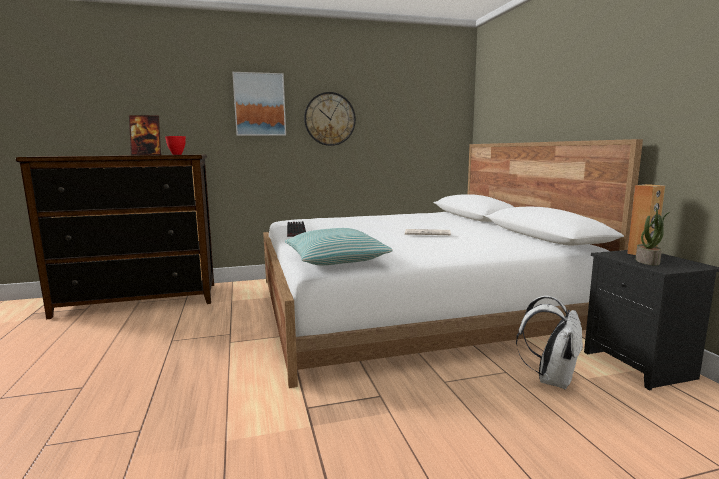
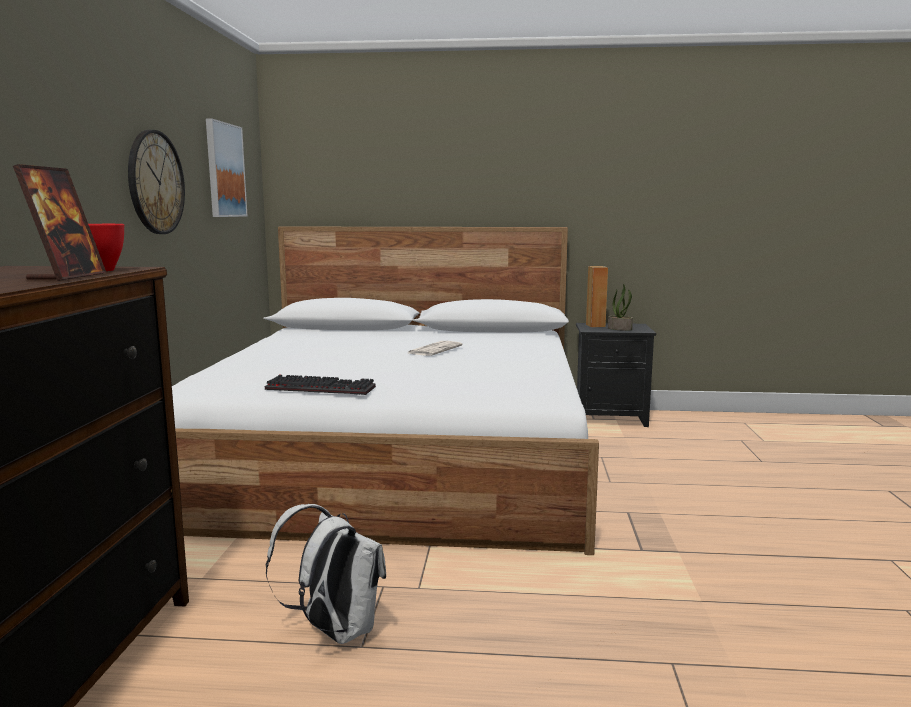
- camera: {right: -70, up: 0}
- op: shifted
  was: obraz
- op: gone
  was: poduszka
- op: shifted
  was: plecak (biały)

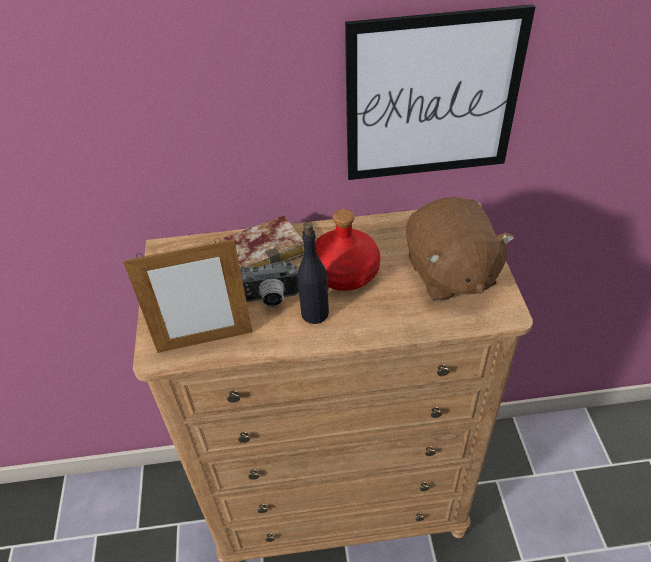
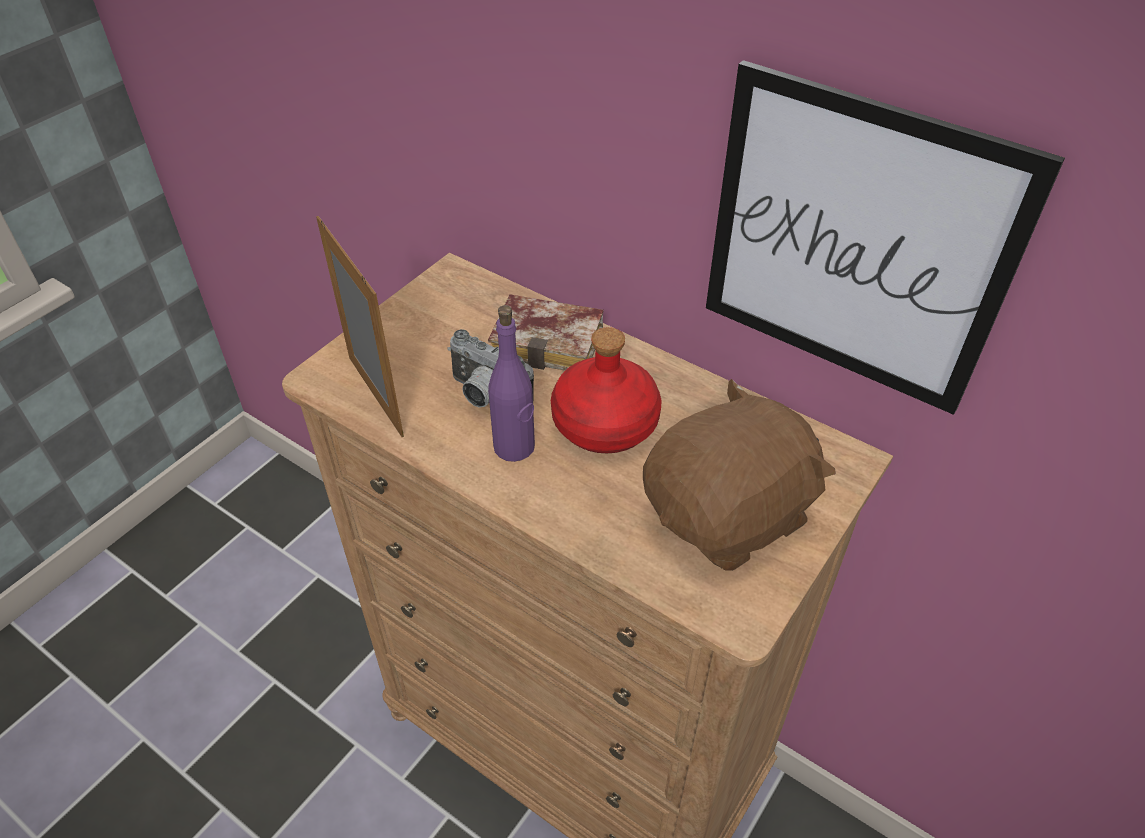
- camera: {right: 40, up: 0}
- op: rotated
  was: ramka na zdjęcie
  clockwise: -150
- op: repainted
  was: butelka (czarny)
  now: butelka (fioletowy)
- op: rotated
  was: pluszak (brązowy)
  clockwise: -150

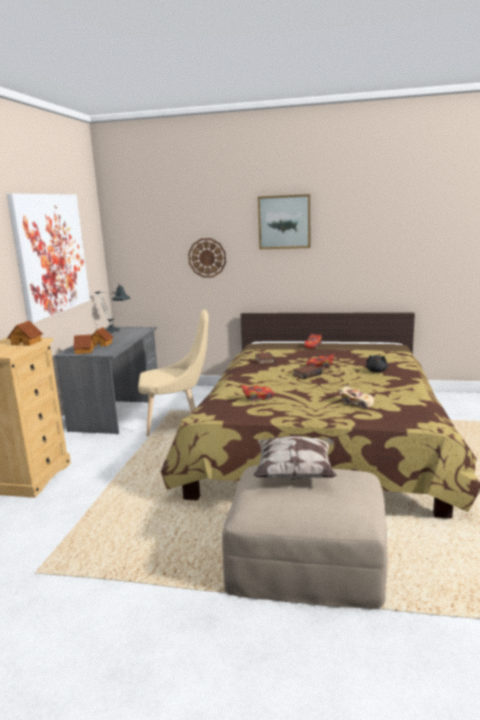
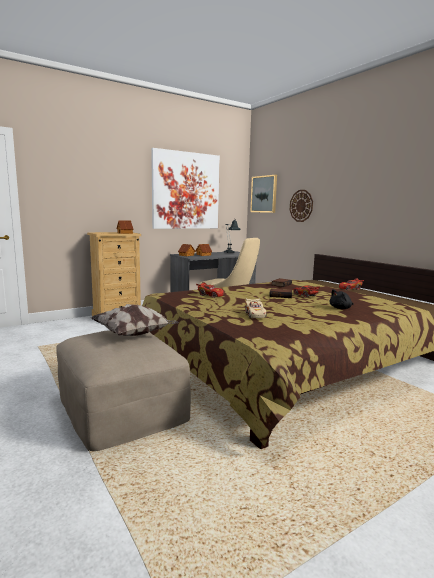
- camera: {right: 45, up: -5}
- op: shifted
  was: obraz (no. 2 from left)

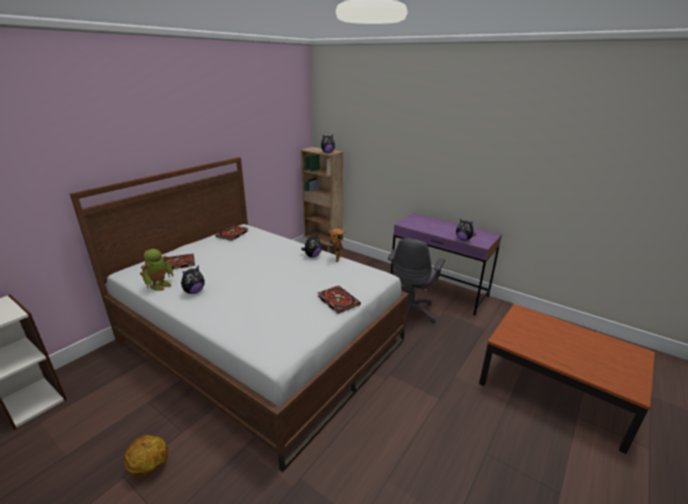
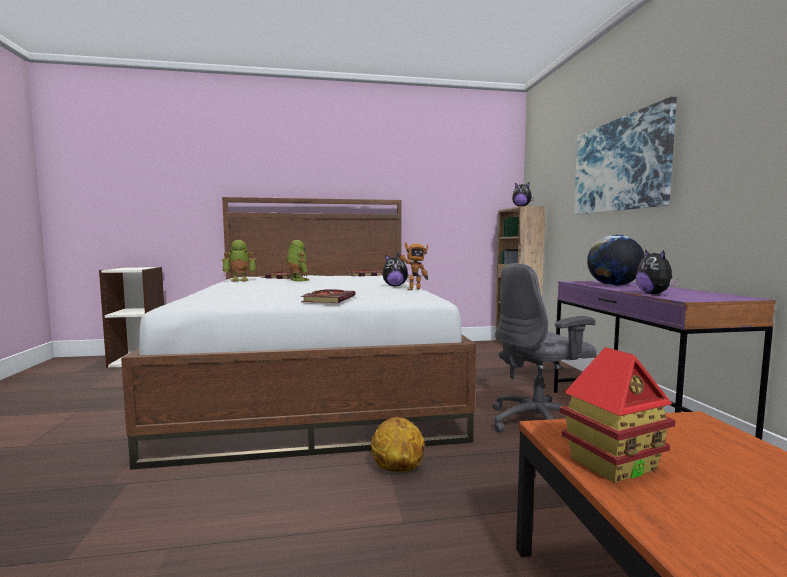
- camera: {right: 45, up: -20}
- op: shifted
  was: piłka do koszykówki
- op: gone
  was: pluszak (no. 1 from left)
- op: new
  now: robot zabawkowy (no. 2 from left)
- op: new
  now: domek
- op: new
  now: obraz
- op: new
  now: globus

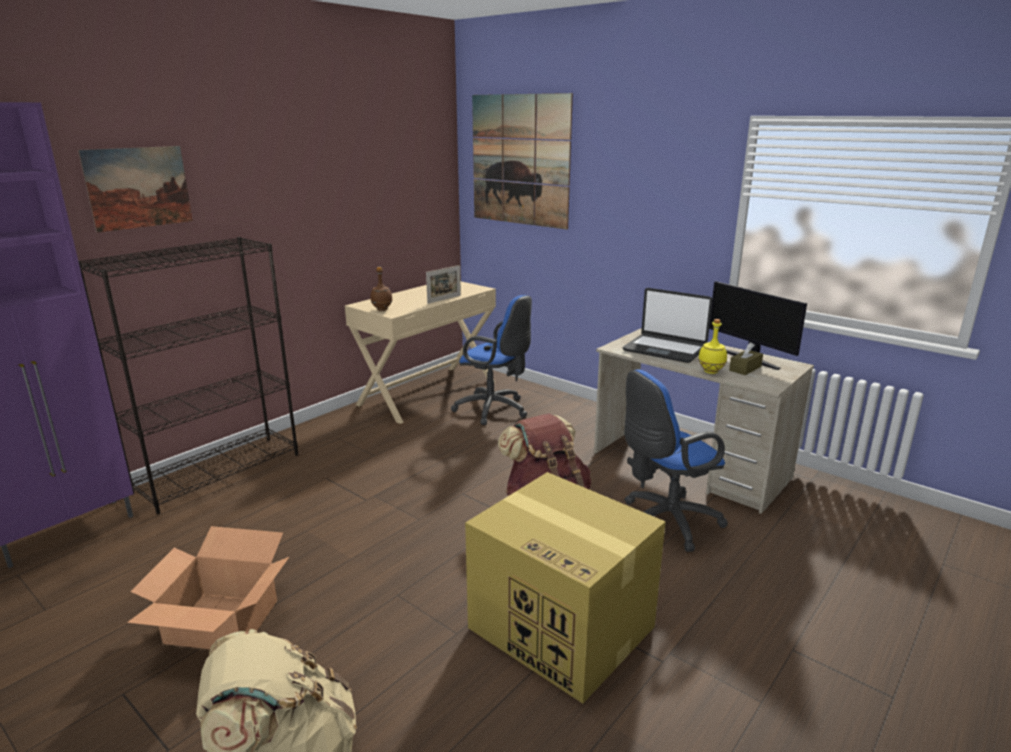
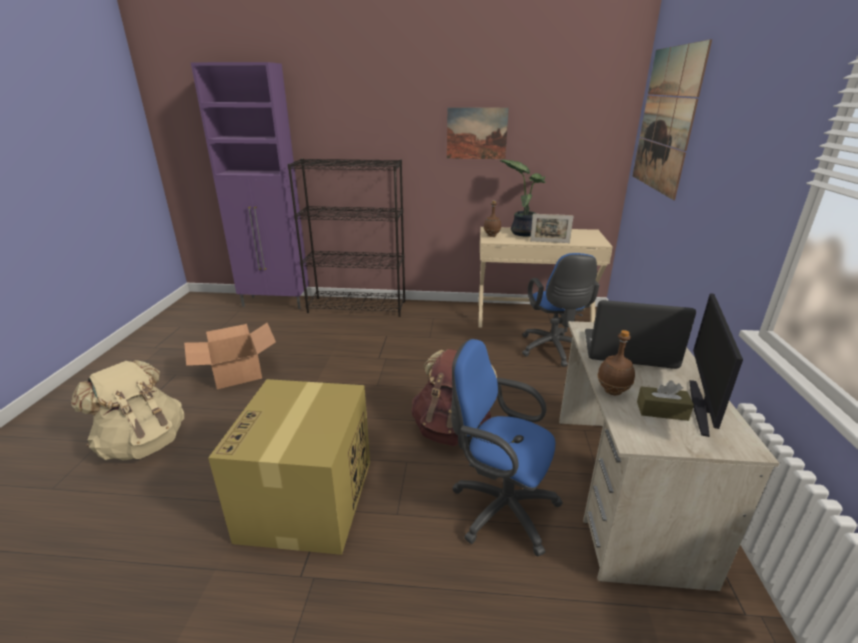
- camera: {right: 55, up: 5}
- op: shifted
  was: obraz (no. 1 from left)
- op: rotated
  was: laptop
  clockwise: 105
- op: repainted
  was: butelka (żółty)
  now: butelka (brązowy) (no. 2 from left)
- op: new
  now: roślina doniczkowa

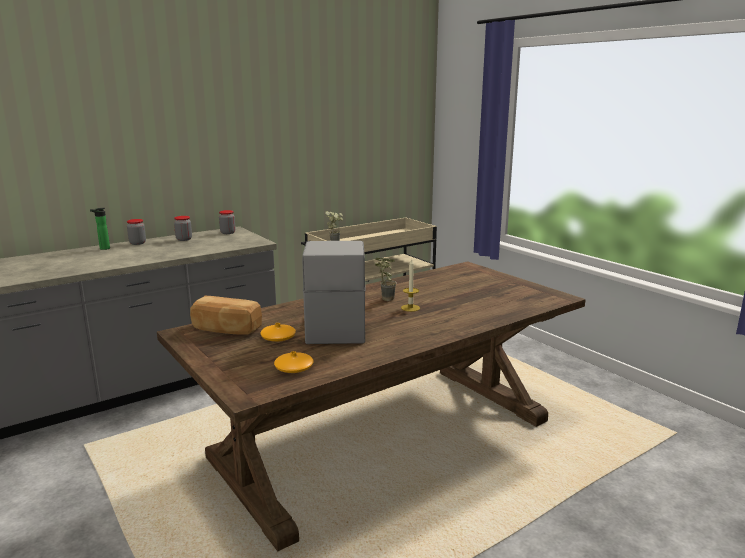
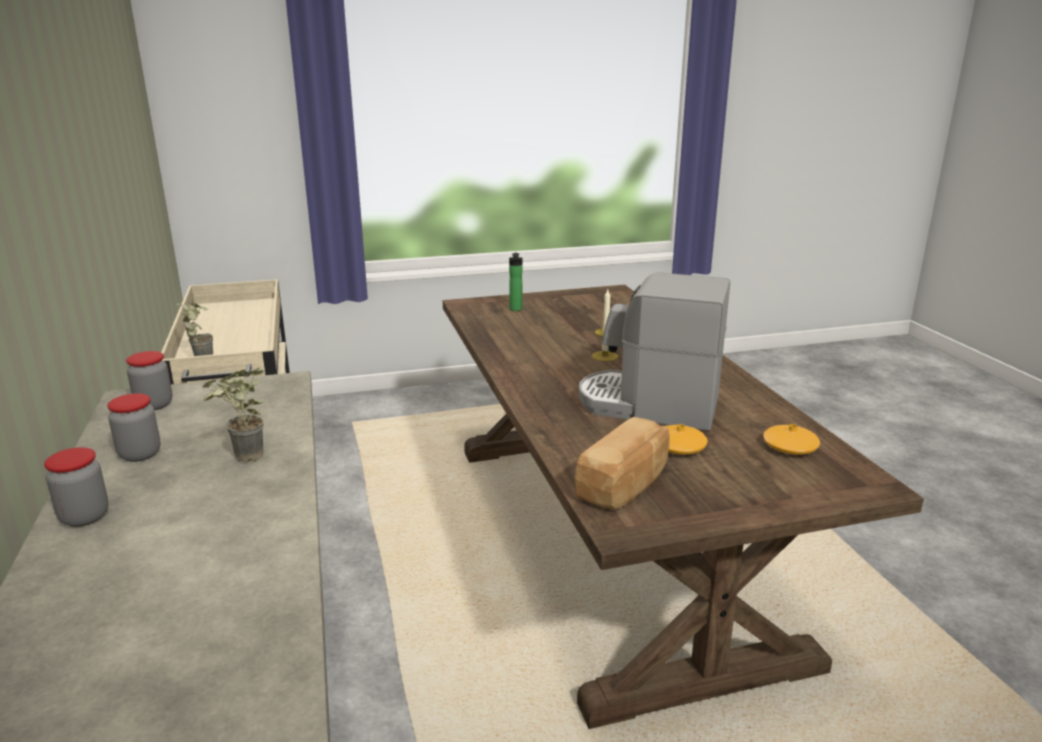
- camera: {right: -70, up: 5}
- op: shifted
  was: butelka
- op: shifted
  was: roślina doniczkowa (no. 2 from left)

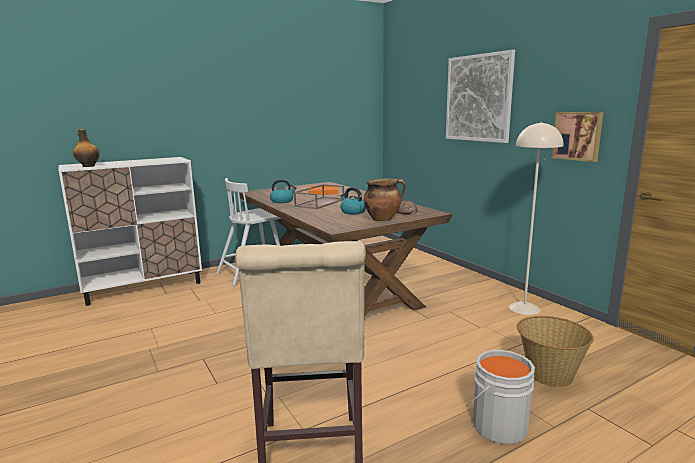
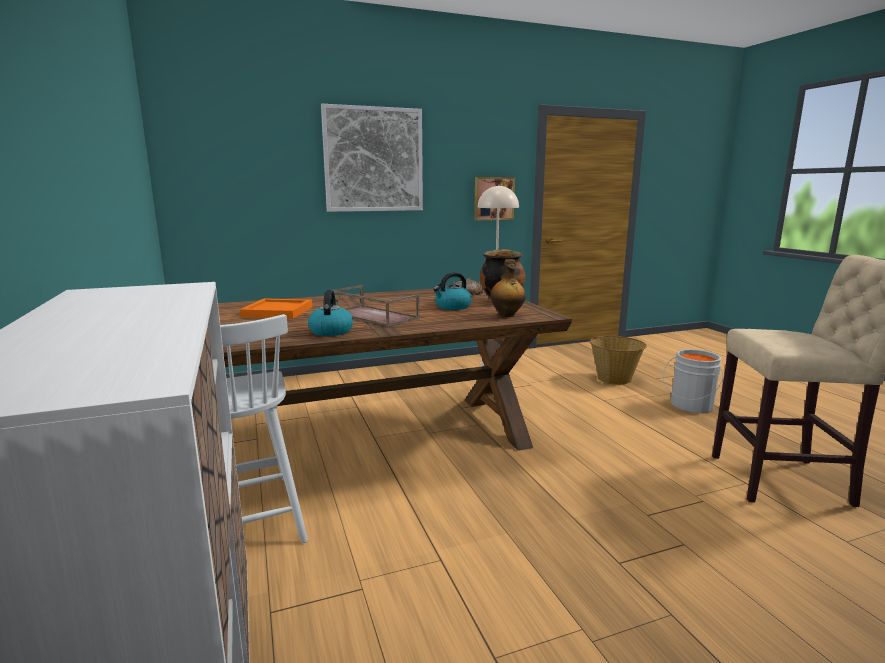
- camera: {right: -80, up: 0}
- op: shifted
  was: butelka

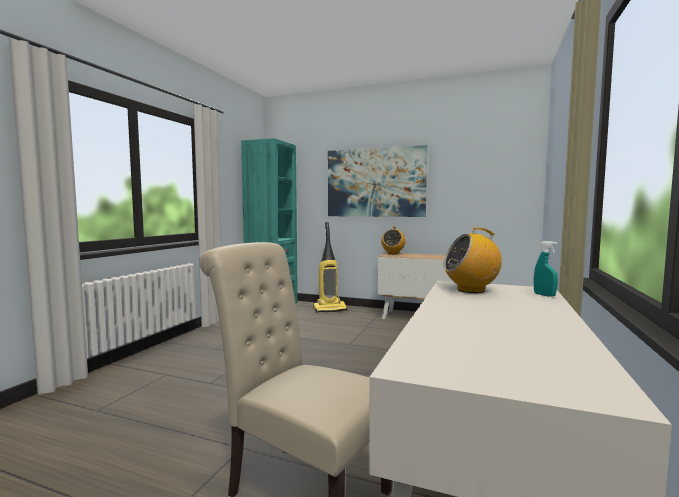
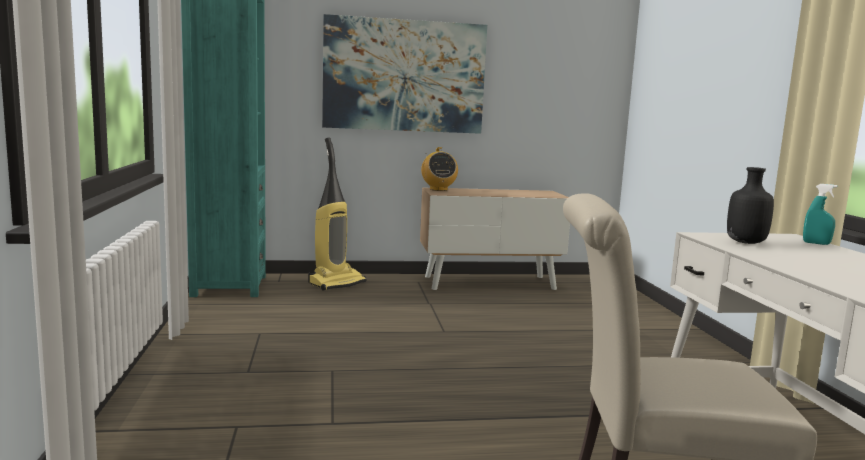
- camera: {right: -30, up: 5}
- op: swapped
  was: radio (no. 2 from left)
  now: butelka (czarny)

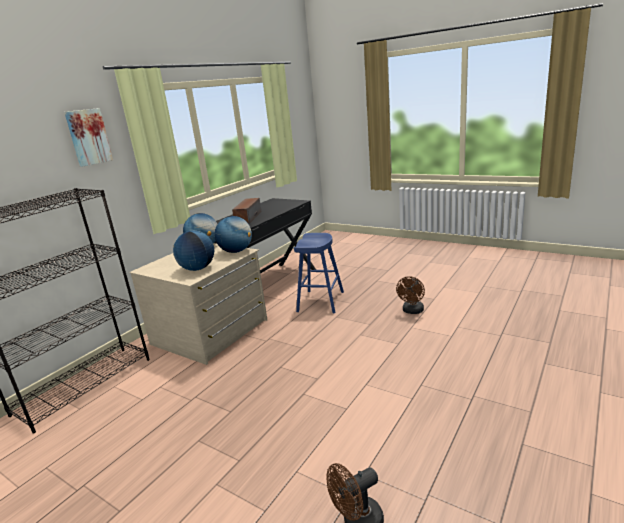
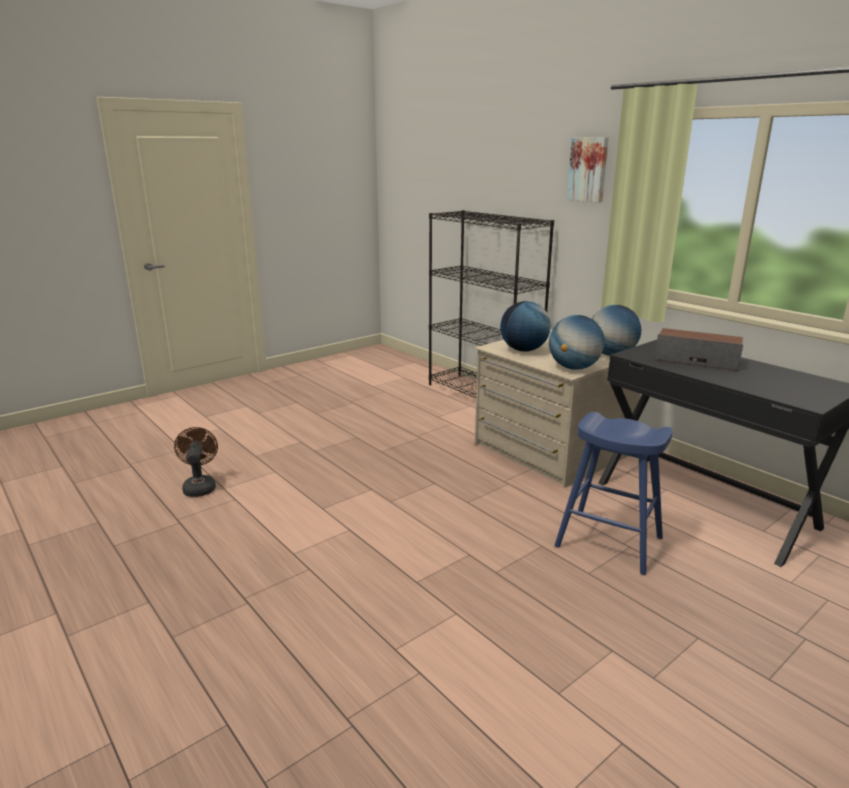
- camera: {right: 105, up: 0}
- op: gone
  was: wentylator (brązowy) (no. 2 from left)

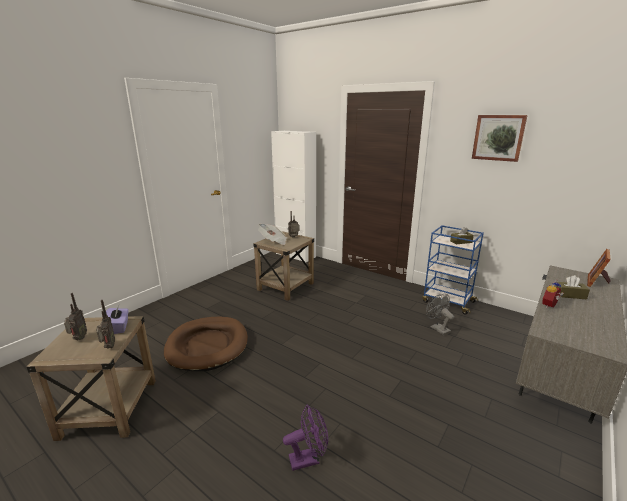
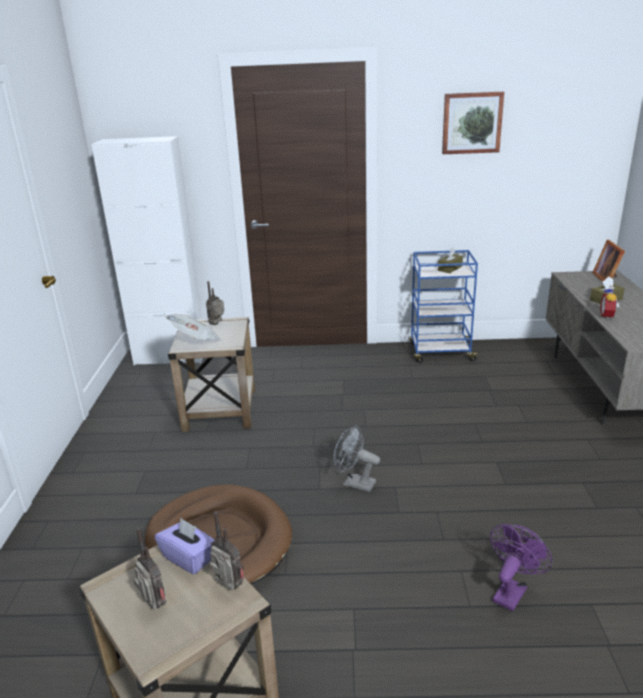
- camera: {right: -35, up: 5}
- op: shifted
  was: wentylator (szary)

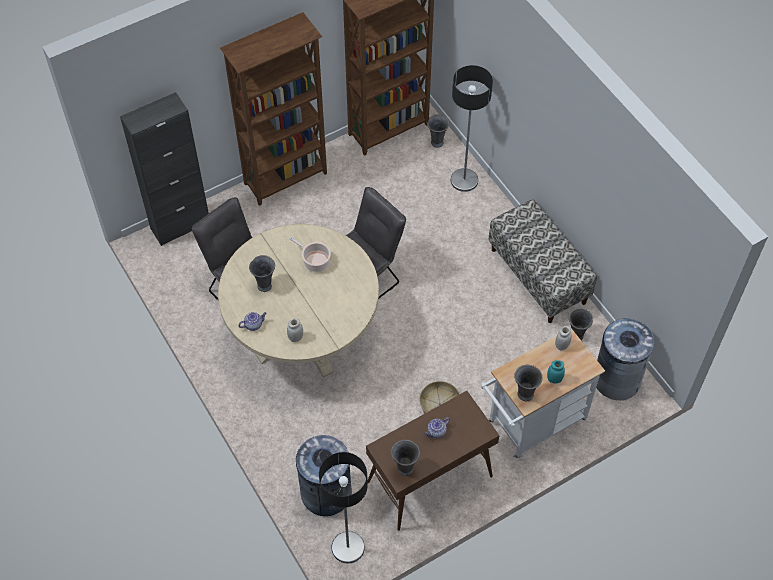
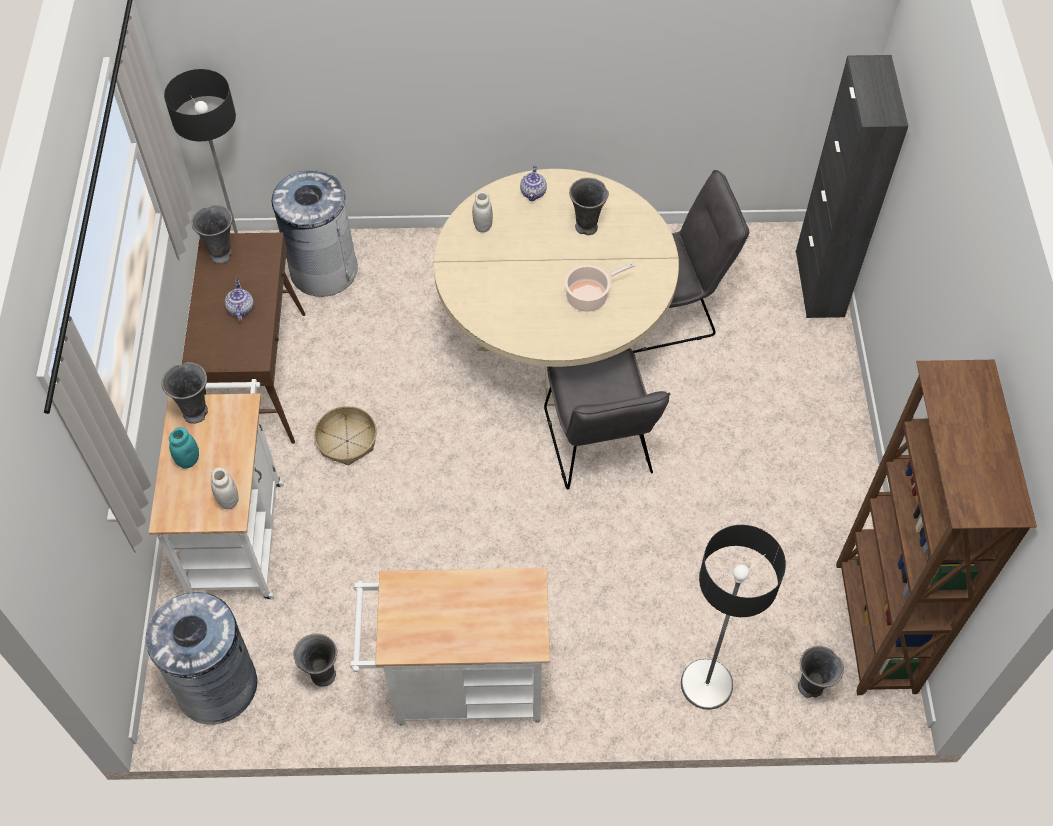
- camera: {right: 120, up: 0}
- op: gone
  was: regał (brązowy) (no. 1 from left)
- op: swapped
  was: ławka
  now: wózek (biały) (no. 2 from left)

